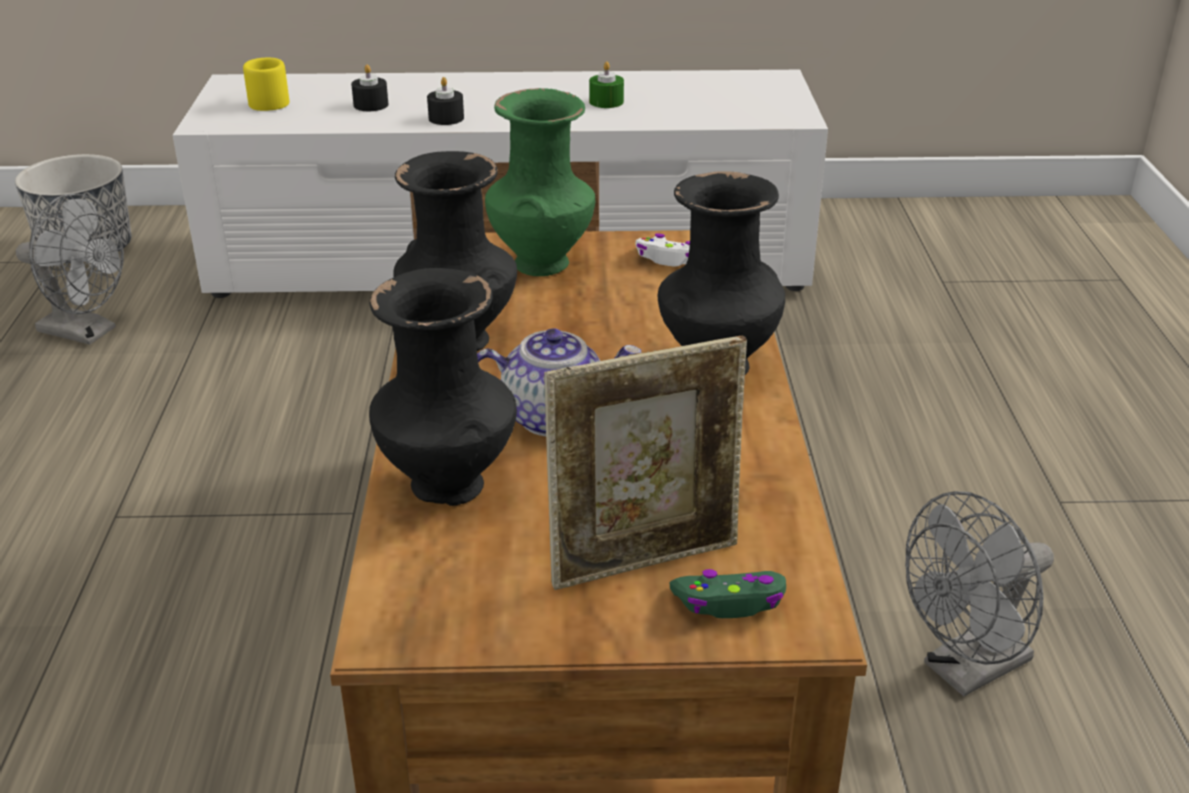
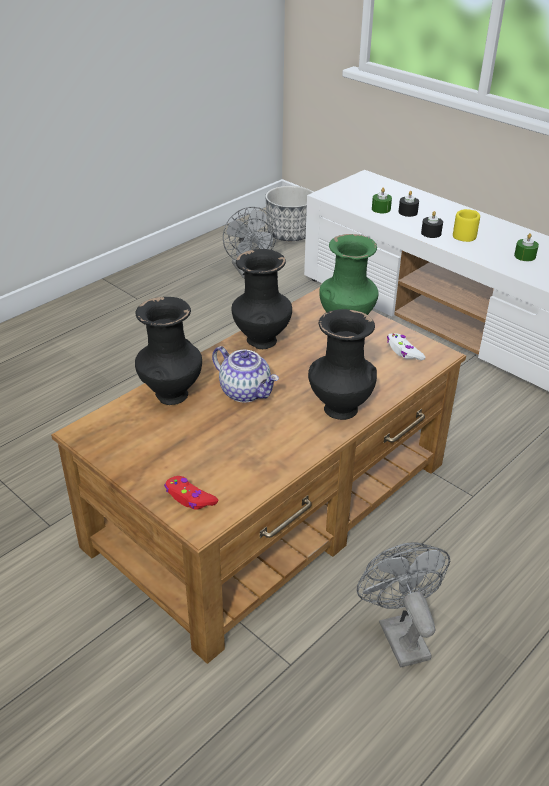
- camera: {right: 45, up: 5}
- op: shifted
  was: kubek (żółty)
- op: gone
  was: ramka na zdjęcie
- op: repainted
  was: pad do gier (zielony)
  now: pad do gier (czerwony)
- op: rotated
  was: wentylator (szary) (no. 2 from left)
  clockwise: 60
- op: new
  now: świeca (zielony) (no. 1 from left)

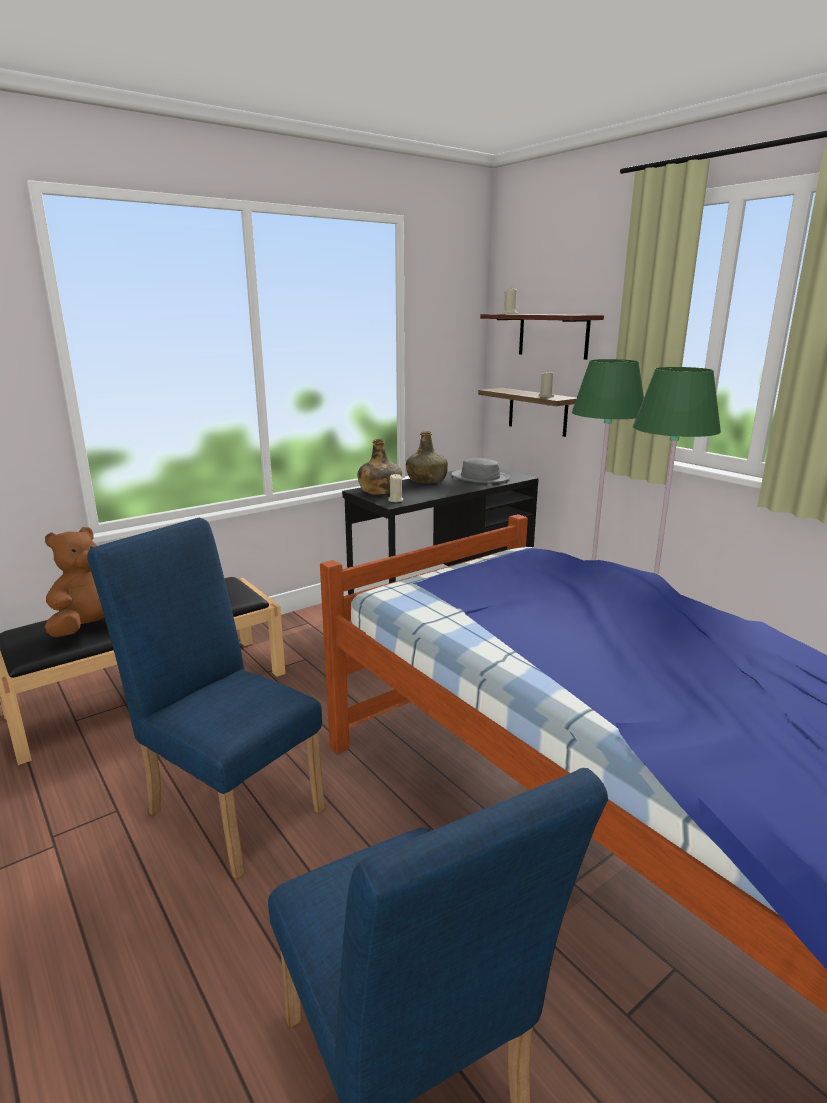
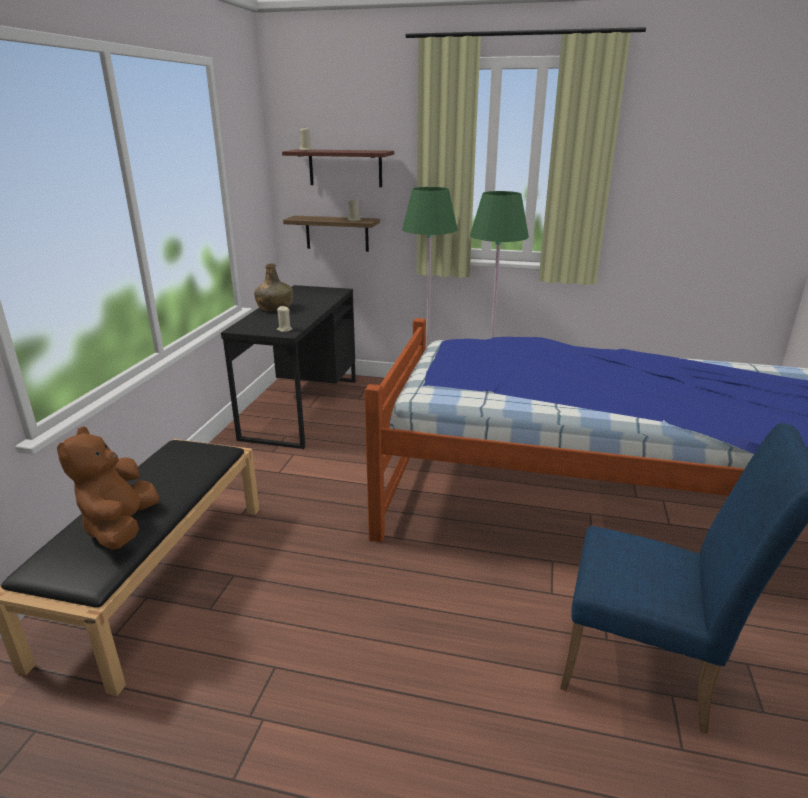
- camera: {right: -40, up: 5}
- op: gone
  was: krzesło (niebieski) (no. 1 from left)
- op: gone
  was: butelka (zielony) (no. 1 from left)
- op: gone
  was: kapelusz (szary)

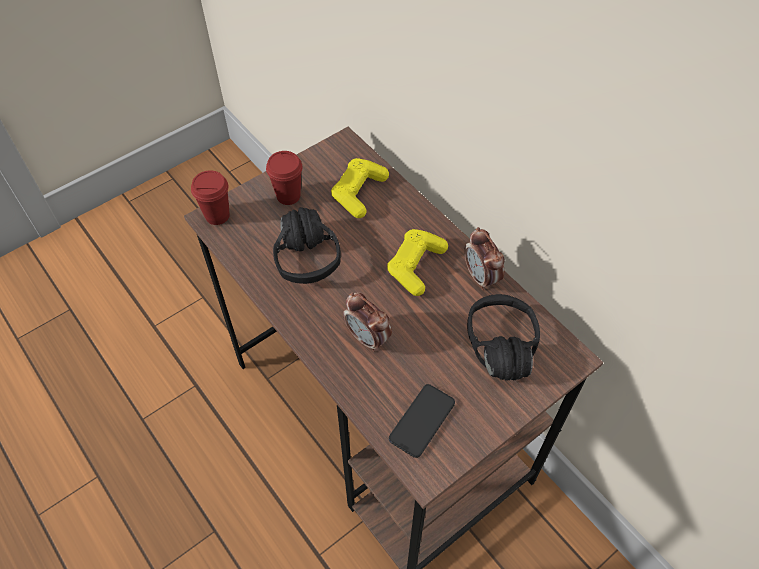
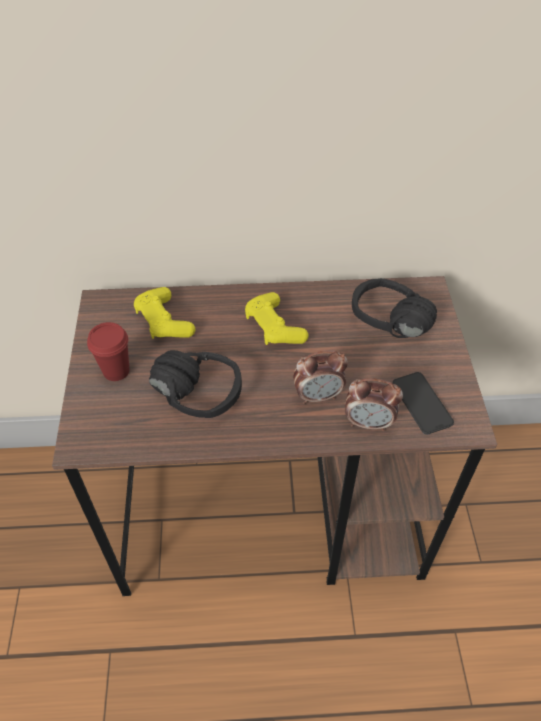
- camera: {right: -55, up: -5}
- op: gone
  was: filiżanka (czerwony) (no. 1 from left)
- op: shifted
  was: budzik (no. 2 from left)

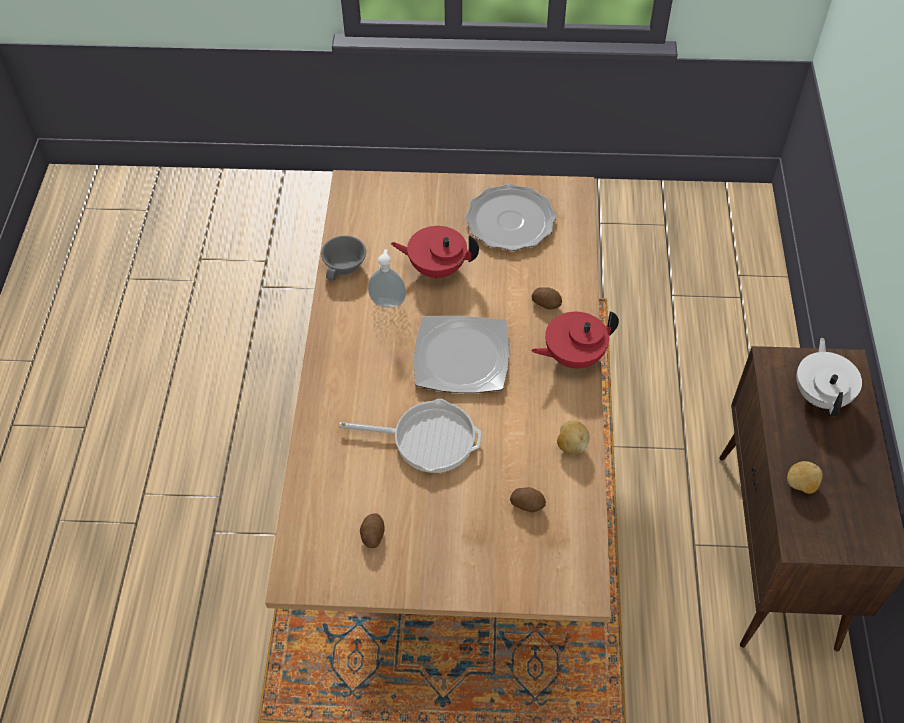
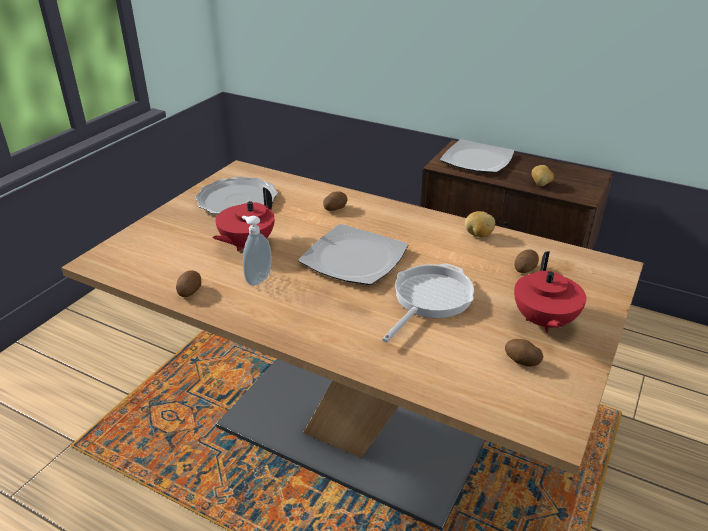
- camera: {right: -65, up: -20}
- op: swapped
  was: filiżanka (szary)
  now: ziemniak (no. 1 from left)
- op: shifted
  was: imbryk (czerwony) (no. 2 from left)
- op: swapped
  was: imbryk (biały)
  now: talerz (no. 3 from left)

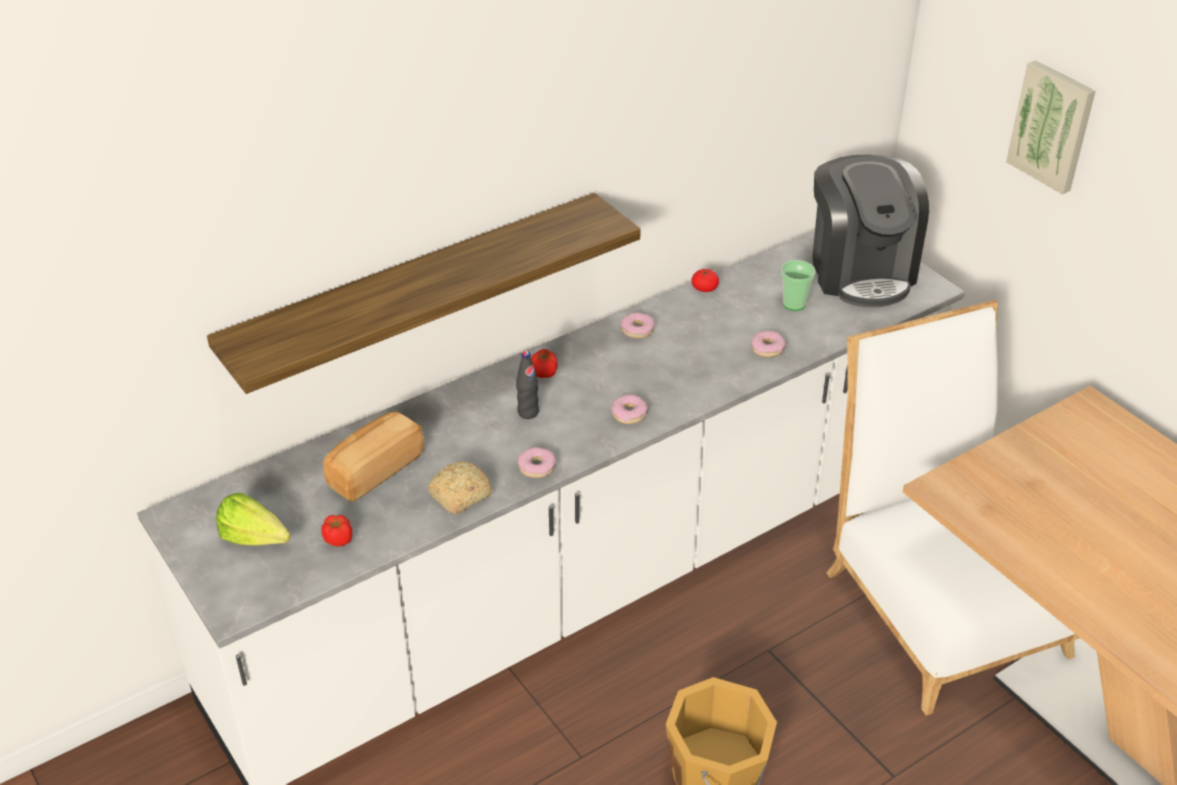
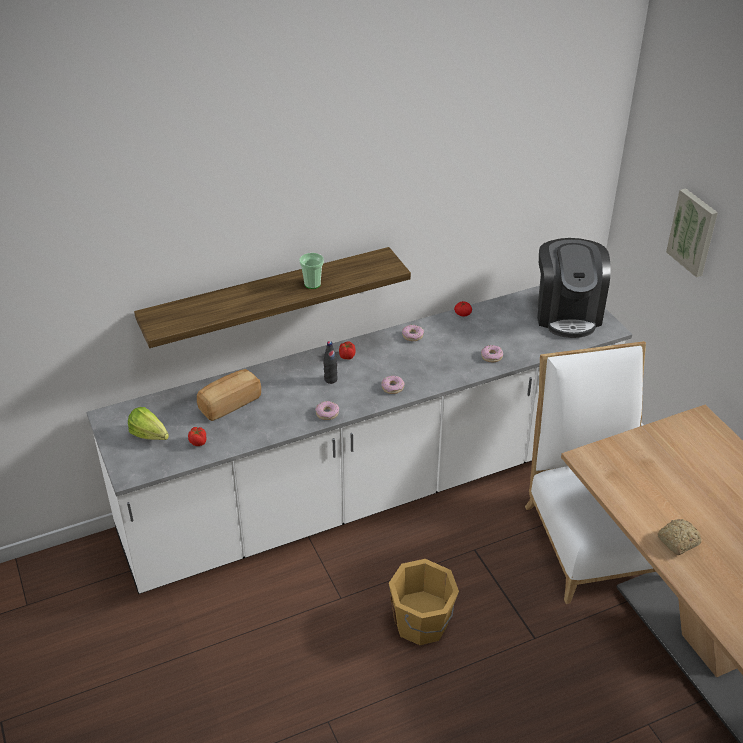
- camera: {right: 10, up: 0}
- op: shifted
  was: chleb (no. 2 from left)
- op: shifted
  was: filiżanka

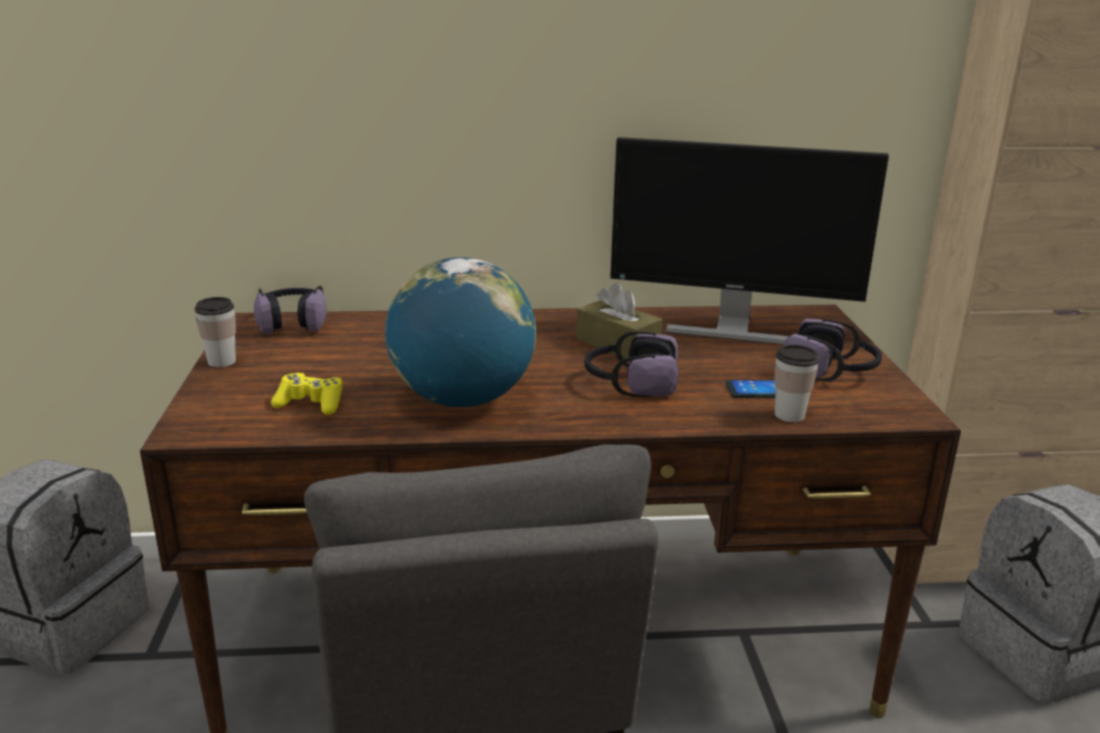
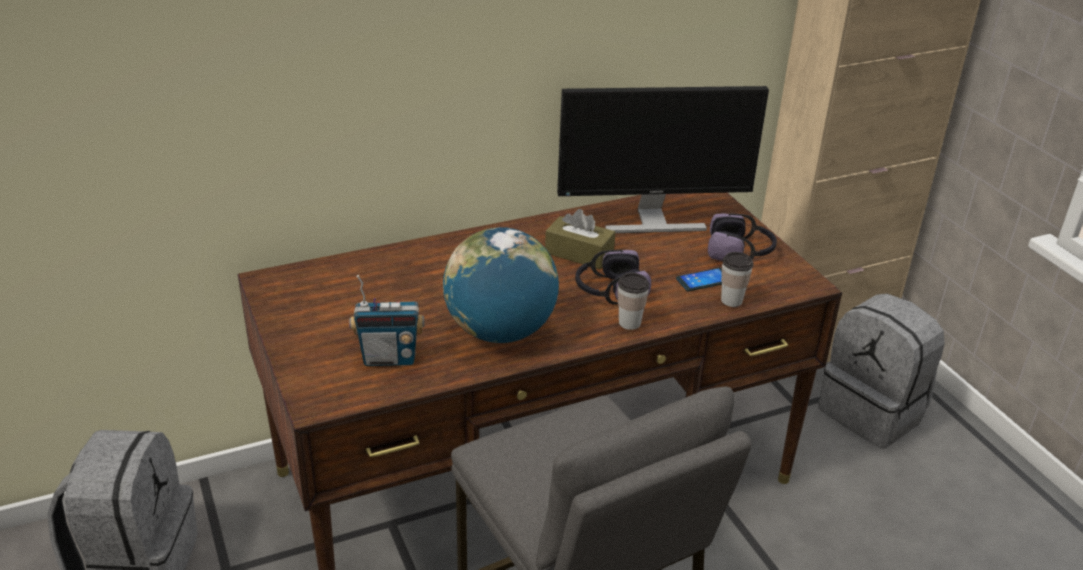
- camera: {right: -20, up: 10}
- op: shifted
  was: filiżanka (no. 1 from left)
- op: gone
  was: słuchawki (no. 1 from left)
- op: swapped
  was: pad do gier (żółty)
  now: radio

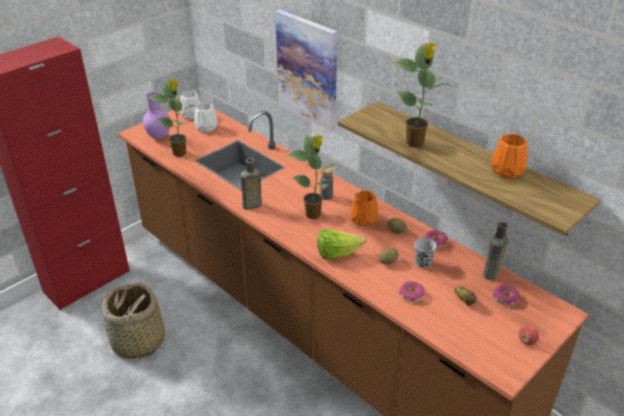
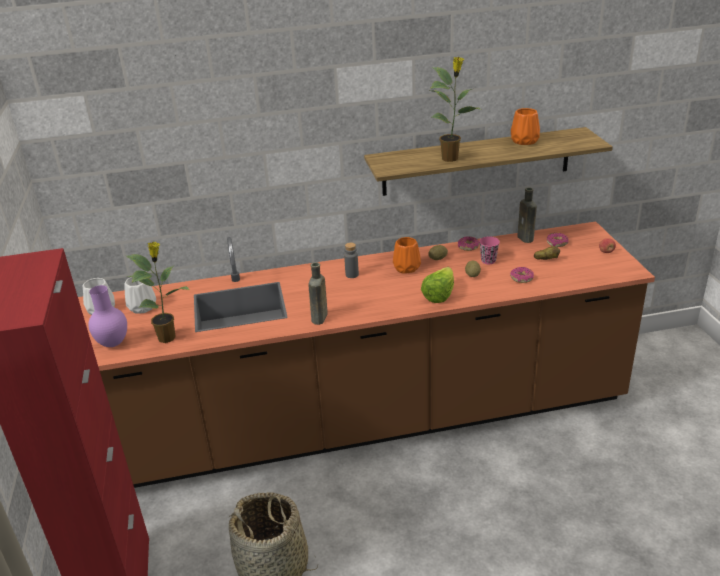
- camera: {right: -55, up: -5}
- op: gone
  was: obraz
- op: gone
  was: roślina doniczkowa (no. 2 from left)
- op: repainted
  was: filiżanka (czarny)
  now: filiżanka (różowy)

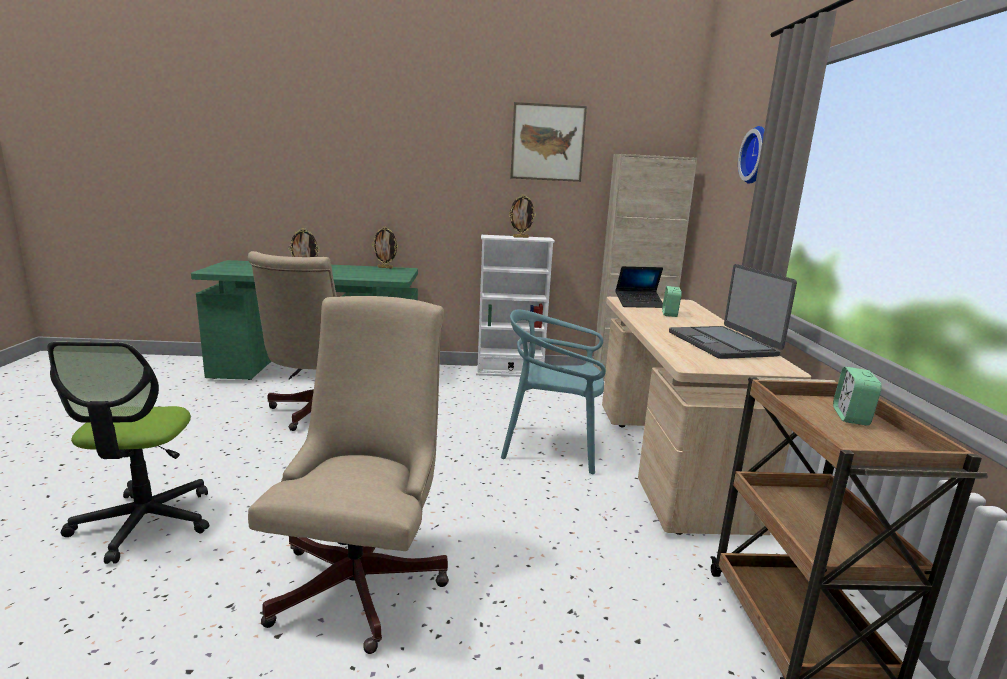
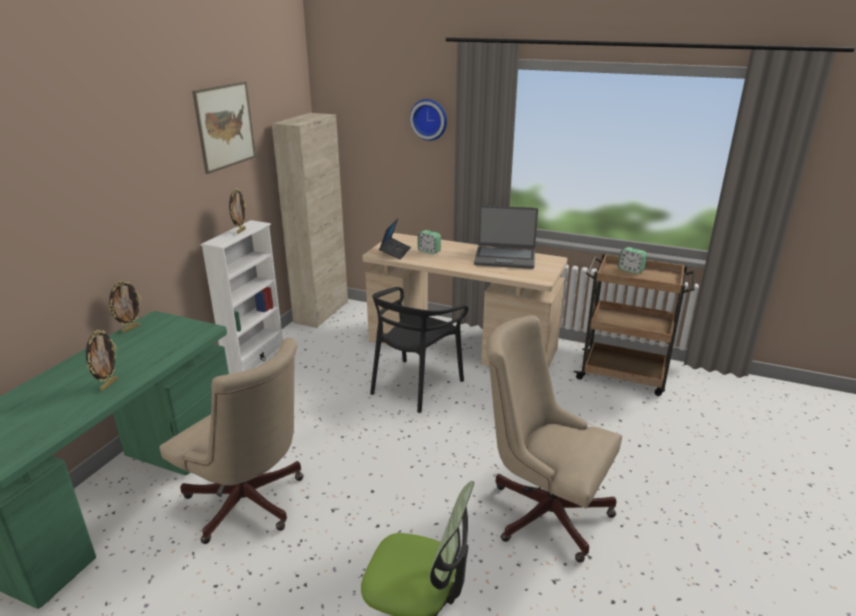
- camera: {right: -65, up: 10}
- op: repainted
  was: krzesło (turkusowy)
  now: krzesło (czarny)

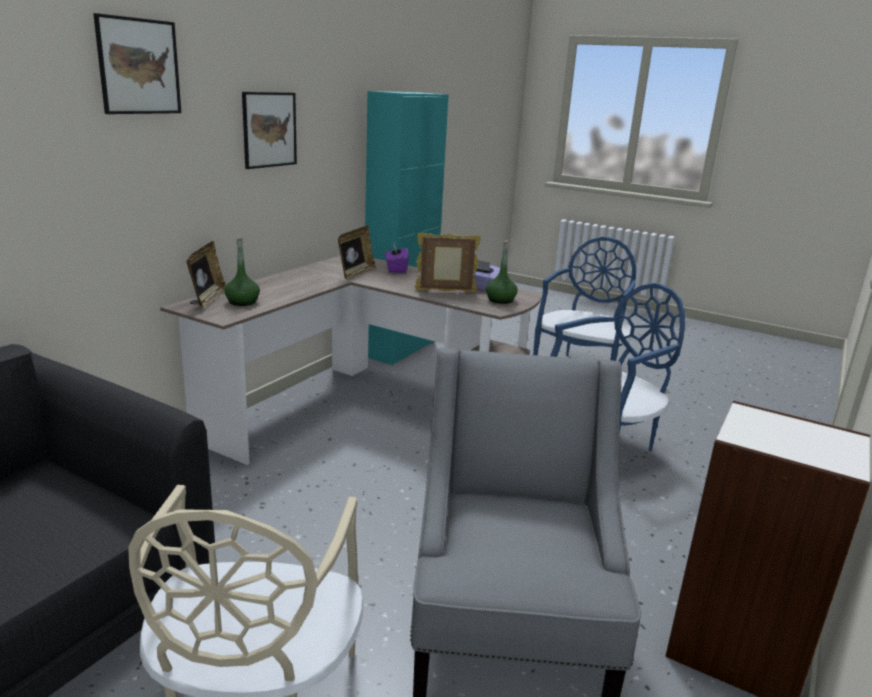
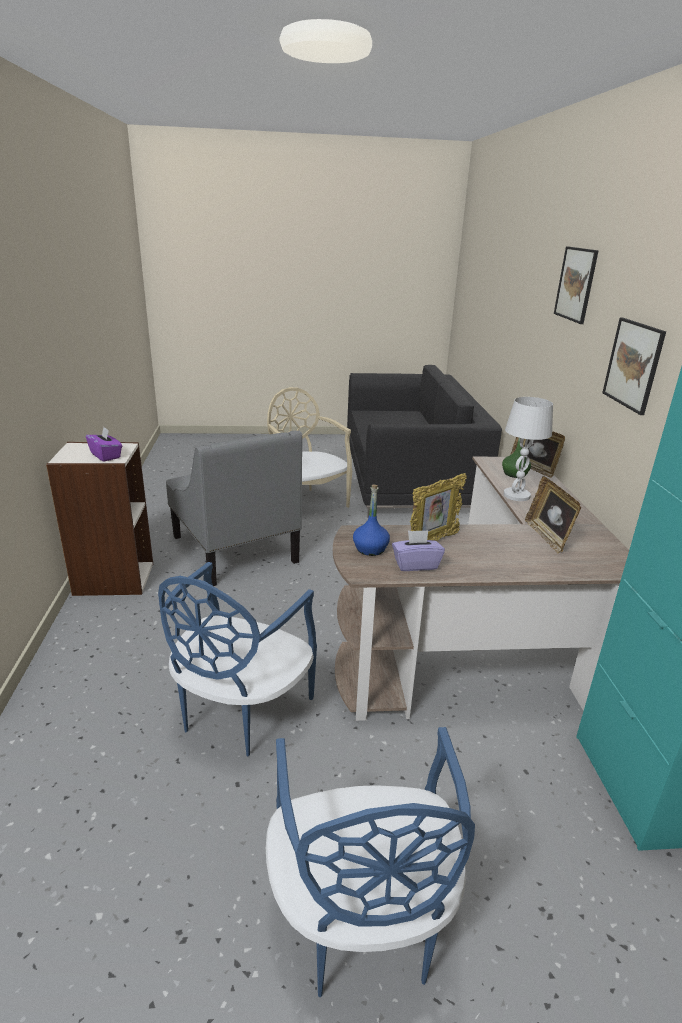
- camera: {right: 145, up: 5}
- op: shifted
  was: pudełko chusteczek (fioletowy) (no. 1 from left)
- op: repainted
  was: butelka (zielony) (no. 2 from left)
  now: butelka (niebieski)
- op: new
  now: lampa stołowa (biały)

